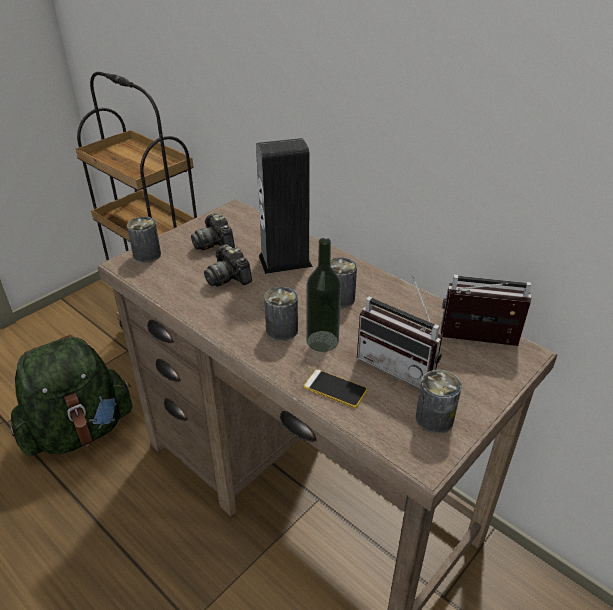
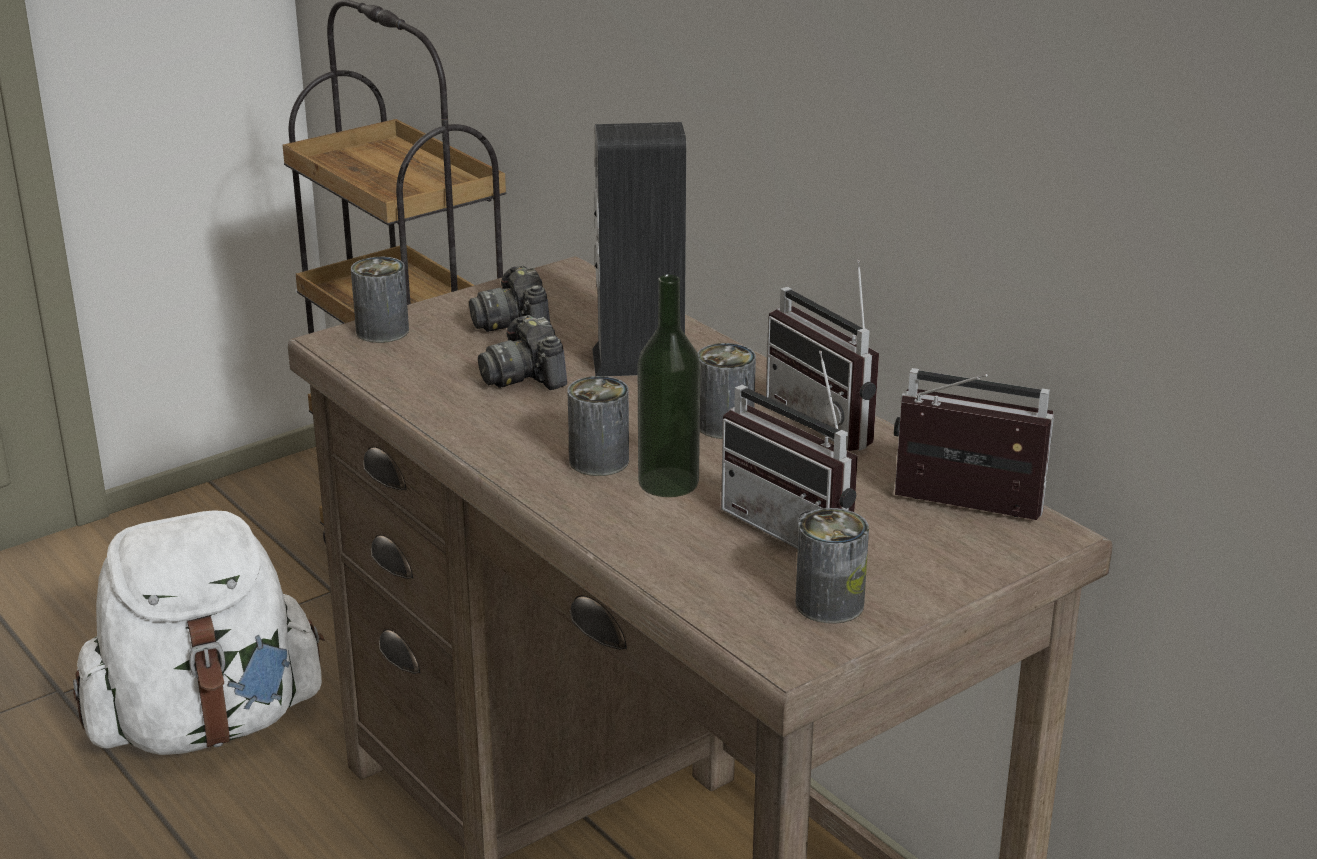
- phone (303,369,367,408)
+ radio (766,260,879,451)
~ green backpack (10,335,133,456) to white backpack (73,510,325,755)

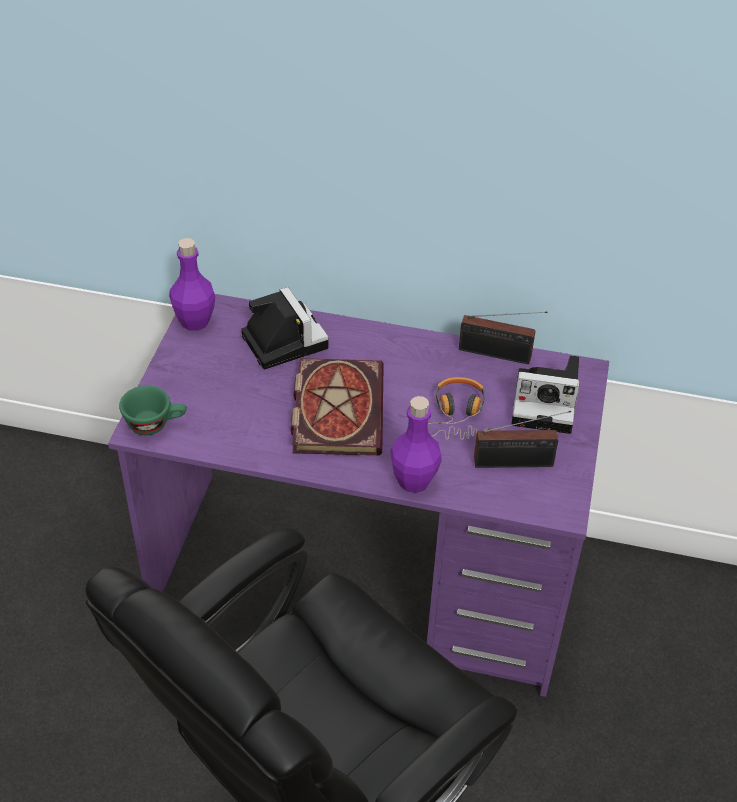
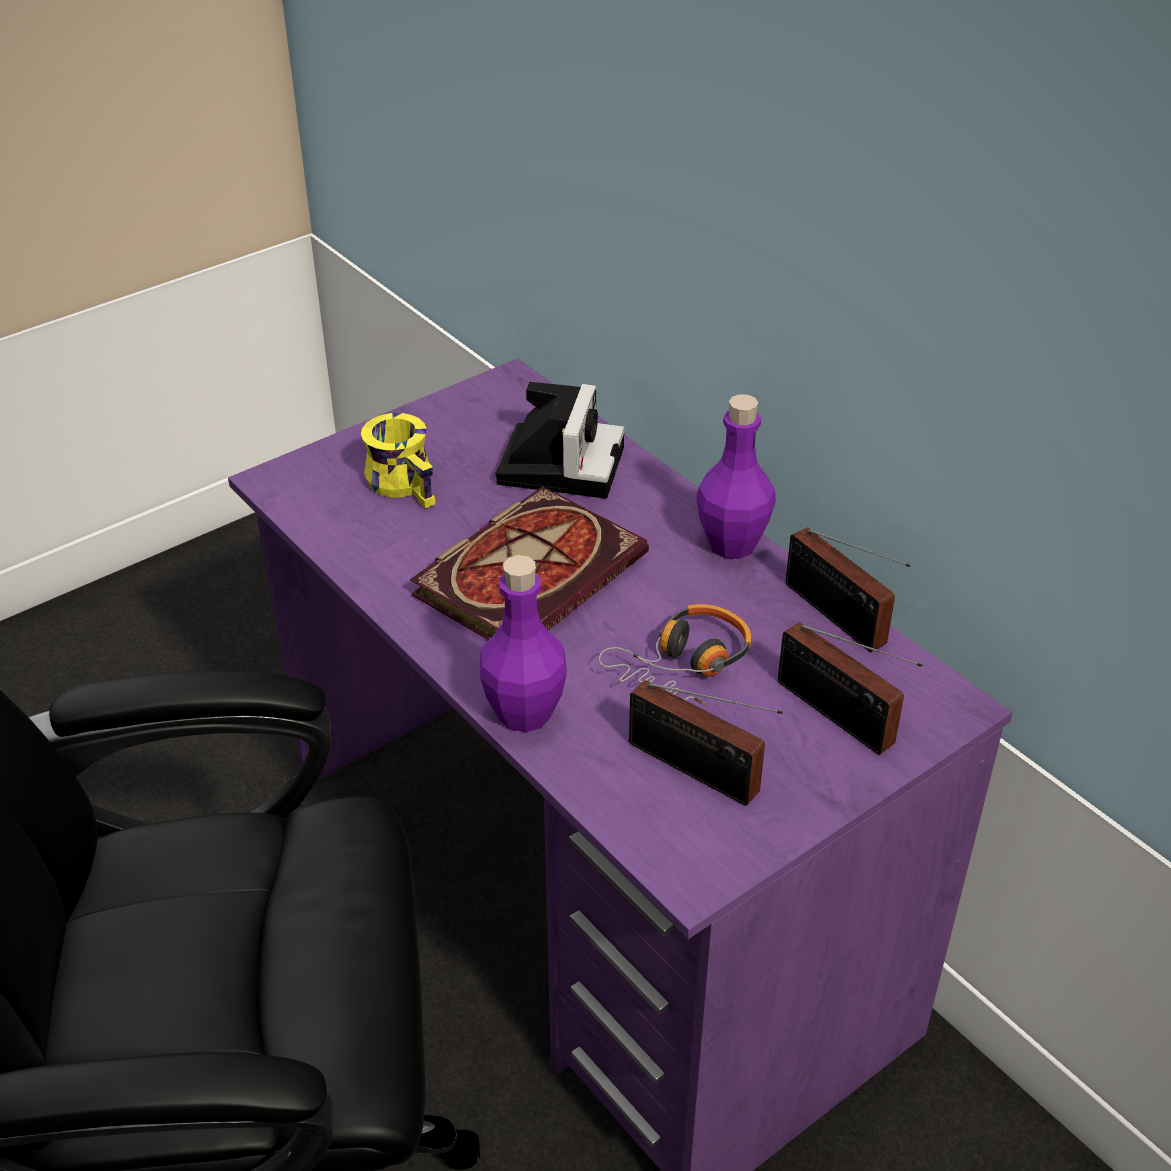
- green cup (119,385,187,435)
+ yellow mug (361,413,435,508)
~ purple bottle (169,238,215,331) to (696,394,776,559)
~ photo camera (512,355,580,434) to radio (778,622,923,754)

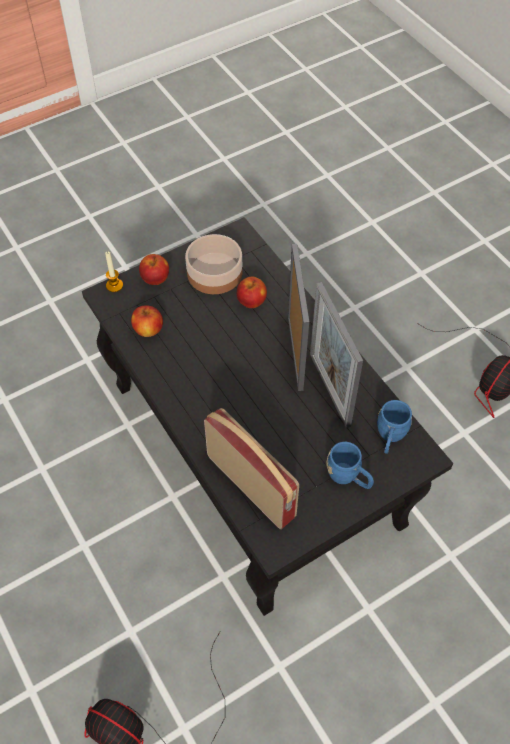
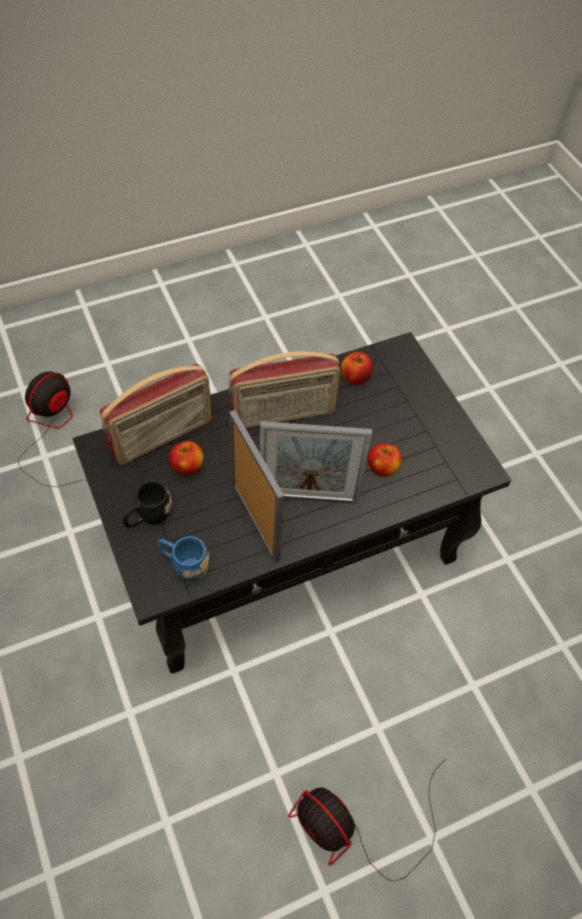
- candle (105,252,123,292)
- bowl (185,234,242,294)
+ radio (229,351,340,428)
~ apple (139,254,169,285) to (169,441,203,475)
~ blue mug (326,442,374,489) to black mug (122,480,171,528)
~ picture frame (310,282,363,428) = (229,410,284,563) 75 degrees clockwise

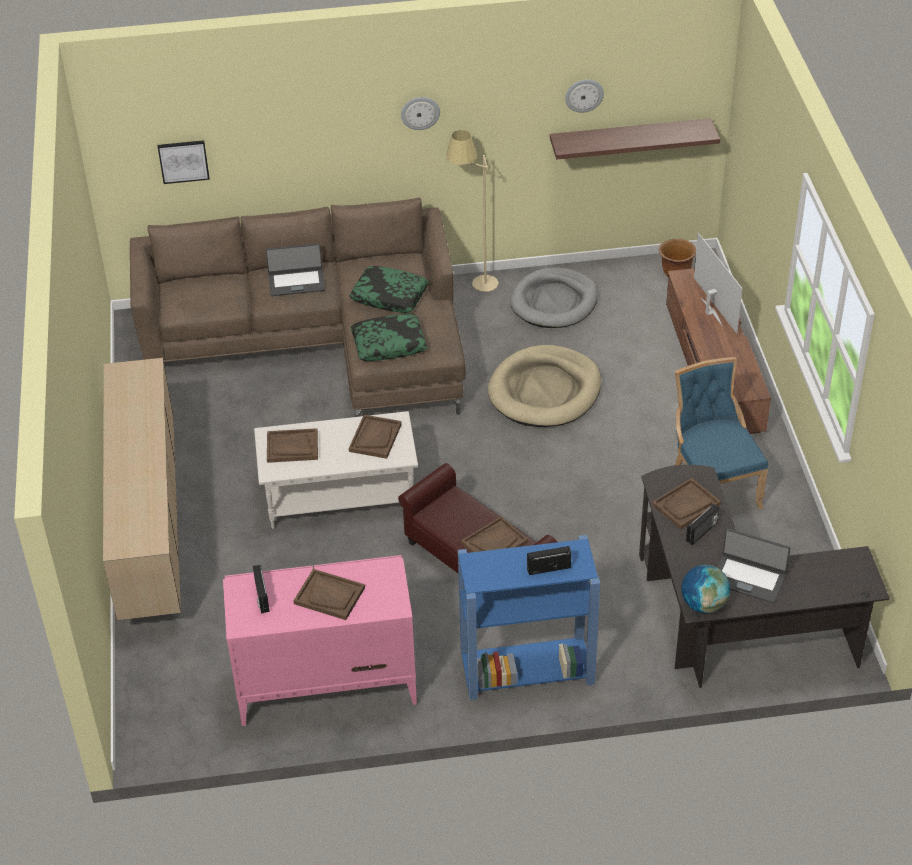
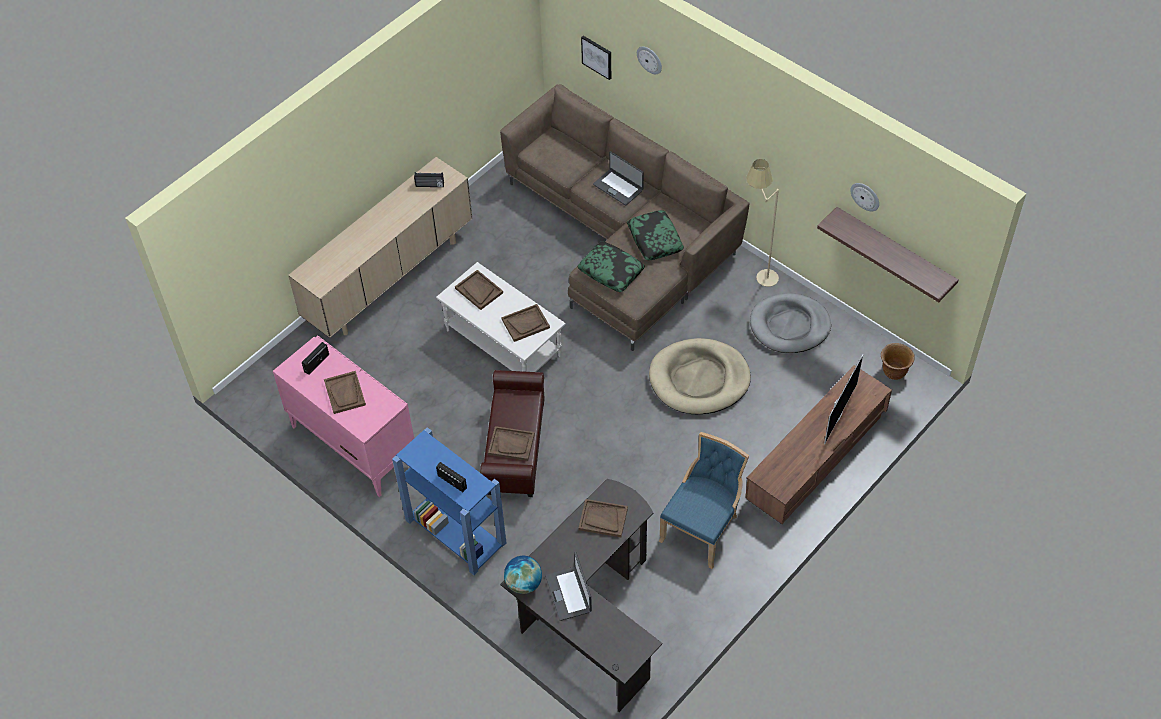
~ wall clock (401,97,440,130) to (637,46,662,74)
~ radio (686,504,719,545) to (414,172,444,187)

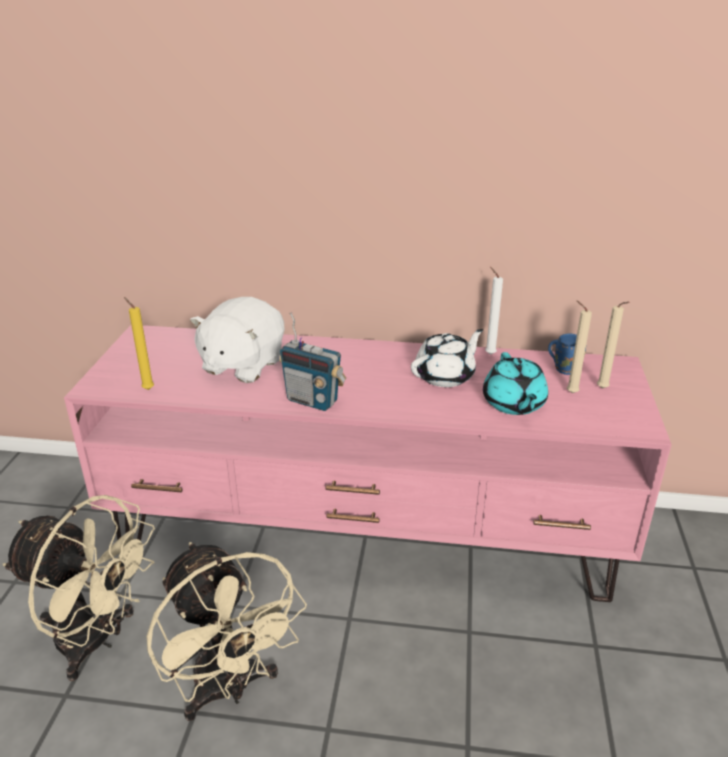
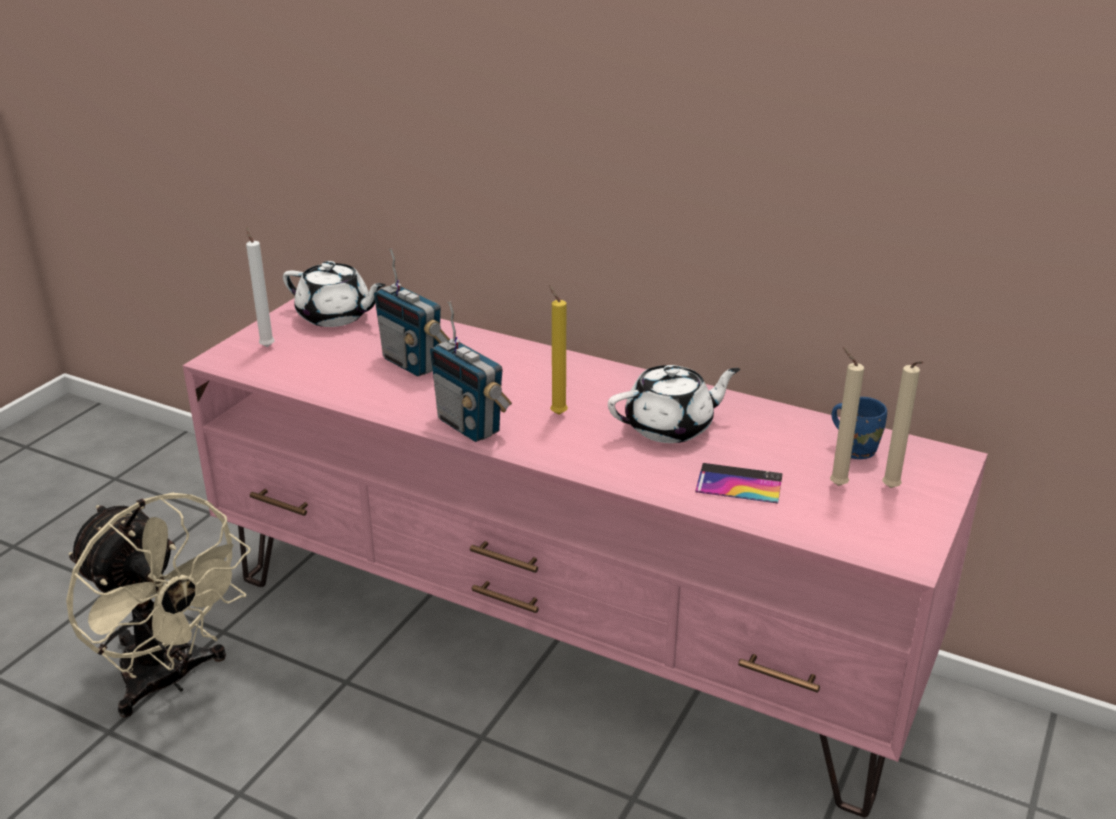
- beige fan (147,542,307,721)
+ white teapot (283,261,386,327)
~ yellow candle (124,297,154,390) to (549,285,568,415)
~ white candle (485,267,503,355) to (246,226,275,347)
~ white plush toy (190,297,284,383) to radio (374,248,450,377)
~ turquoise teapot (483,352,548,415) to phone (695,463,783,504)

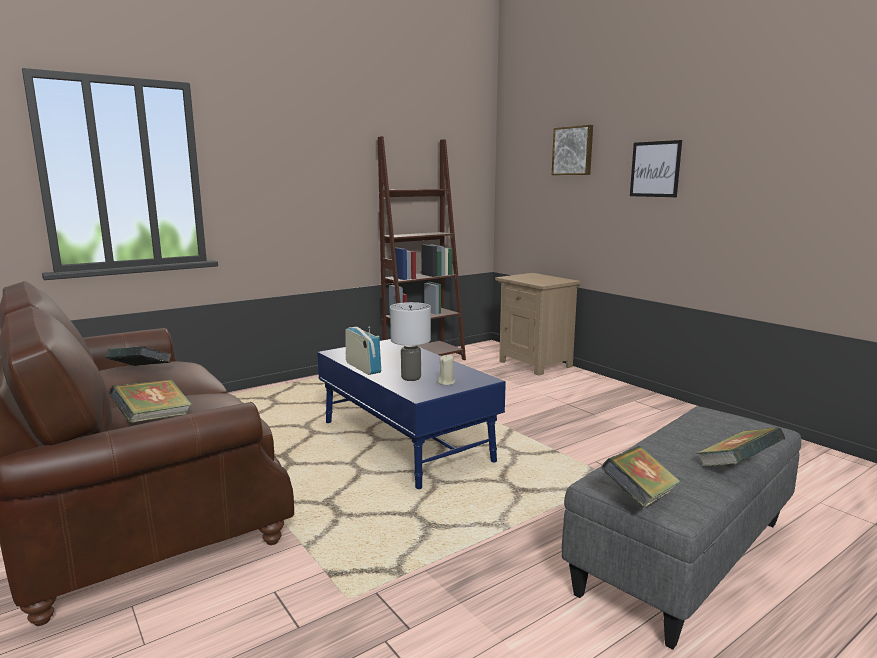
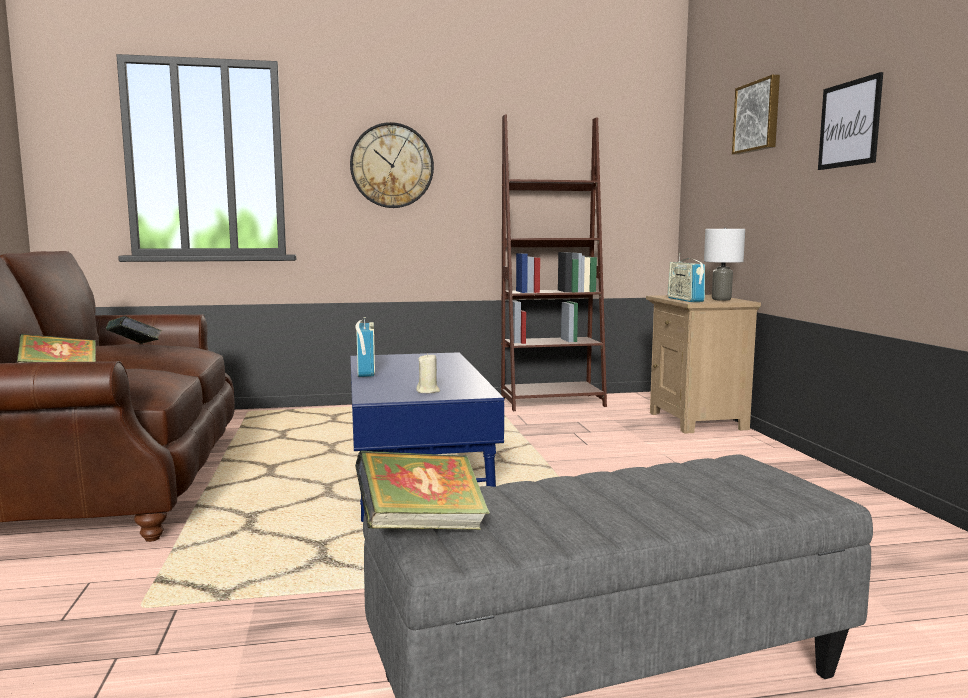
- book (696,427,785,467)
+ wall clock (350,122,434,208)
+ radio (667,253,705,302)
~ white table lamp (390,302,431,381) to (704,227,745,301)

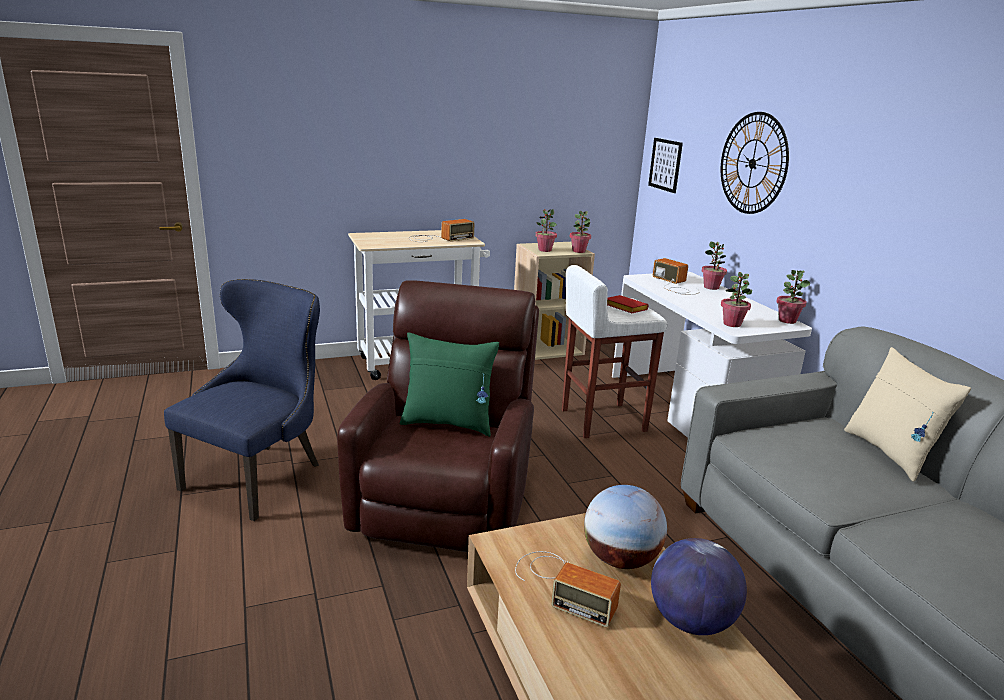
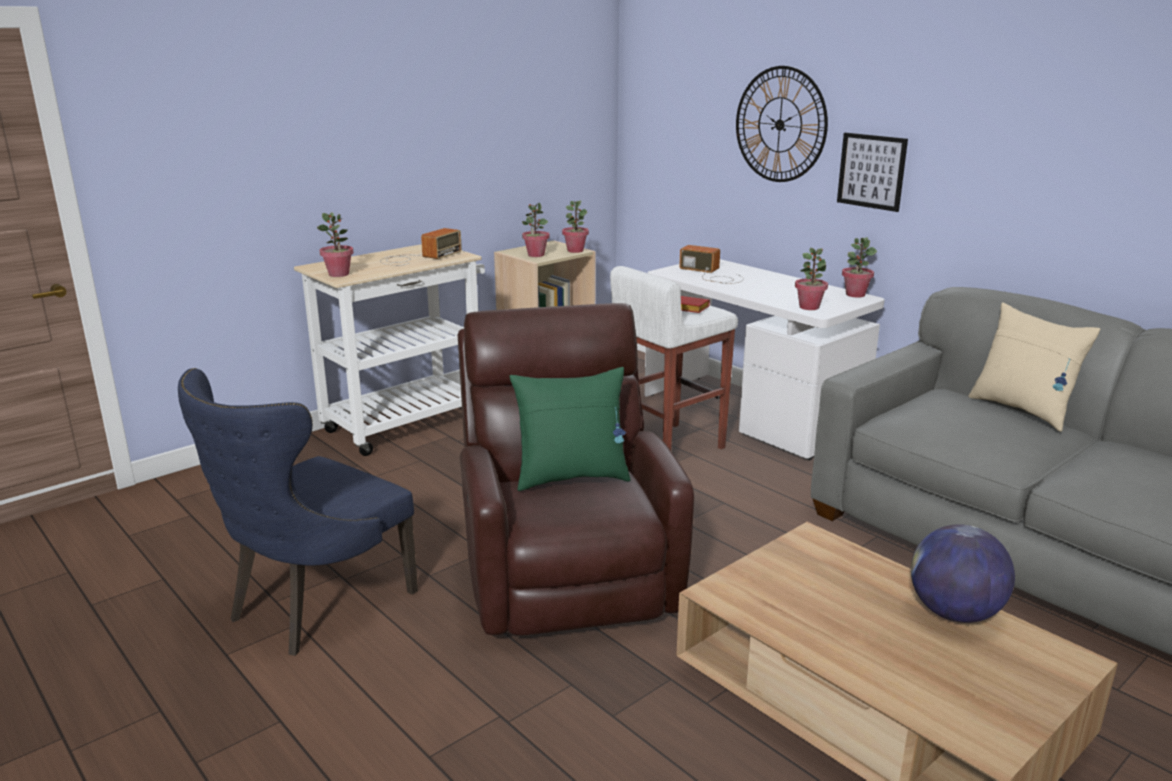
- radio (515,551,621,627)
- globe (584,485,667,569)
~ picture (648,138,683,193) to (837,132,908,212)
~ potted plant (702,242,727,290) to (317,212,354,277)
~ blue chair (164,279,320,521) = (178,368,418,656) 150 degrees counterclockwise

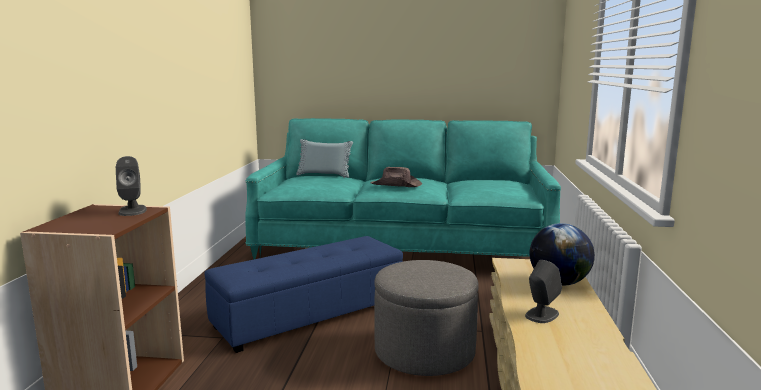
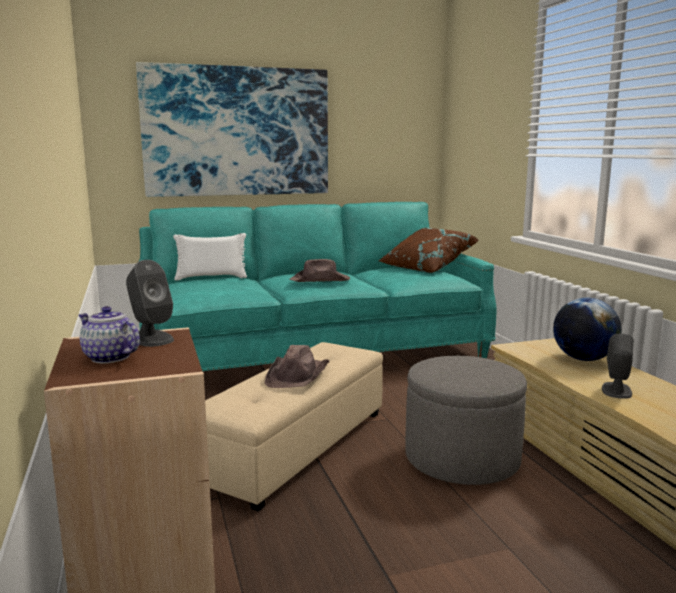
+ teapot (79,306,140,364)
+ picture (136,62,328,197)
+ brown hat (264,345,329,388)
+ brown pillow (379,228,478,273)
~ blue ottoman (205,236,403,353) to beige ottoman (205,342,383,512)
~ blue pillow (296,139,353,178) to white pillow (173,233,247,281)

